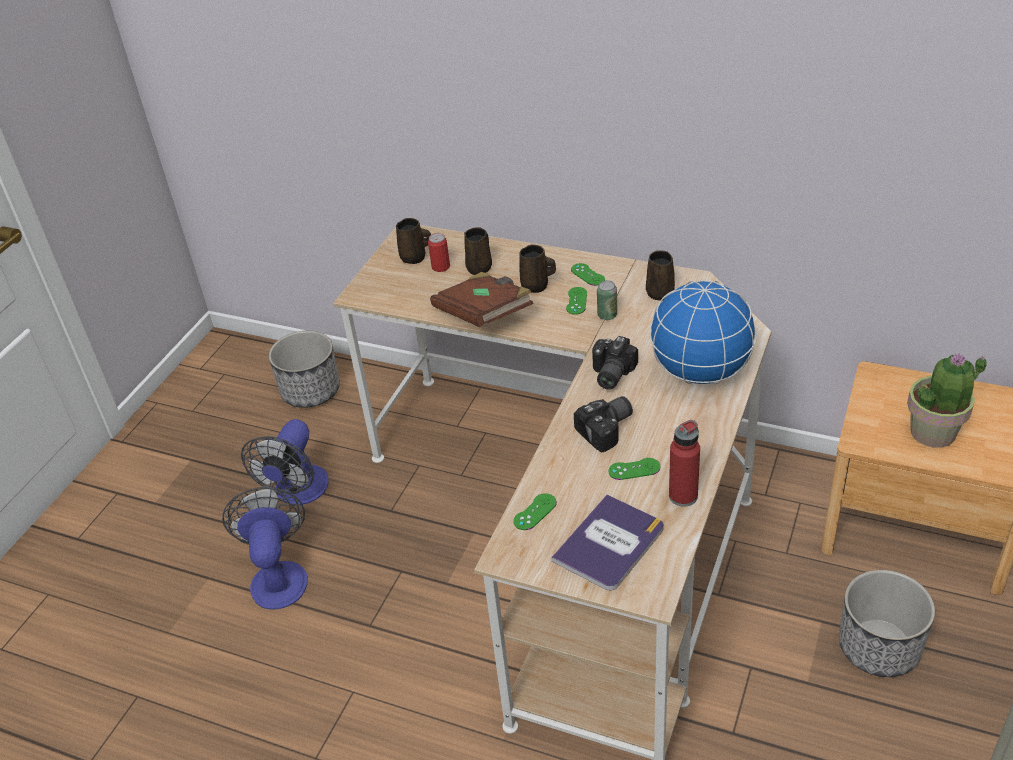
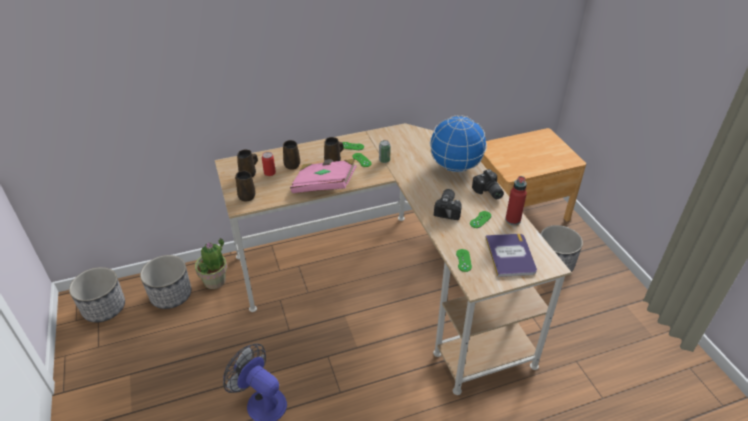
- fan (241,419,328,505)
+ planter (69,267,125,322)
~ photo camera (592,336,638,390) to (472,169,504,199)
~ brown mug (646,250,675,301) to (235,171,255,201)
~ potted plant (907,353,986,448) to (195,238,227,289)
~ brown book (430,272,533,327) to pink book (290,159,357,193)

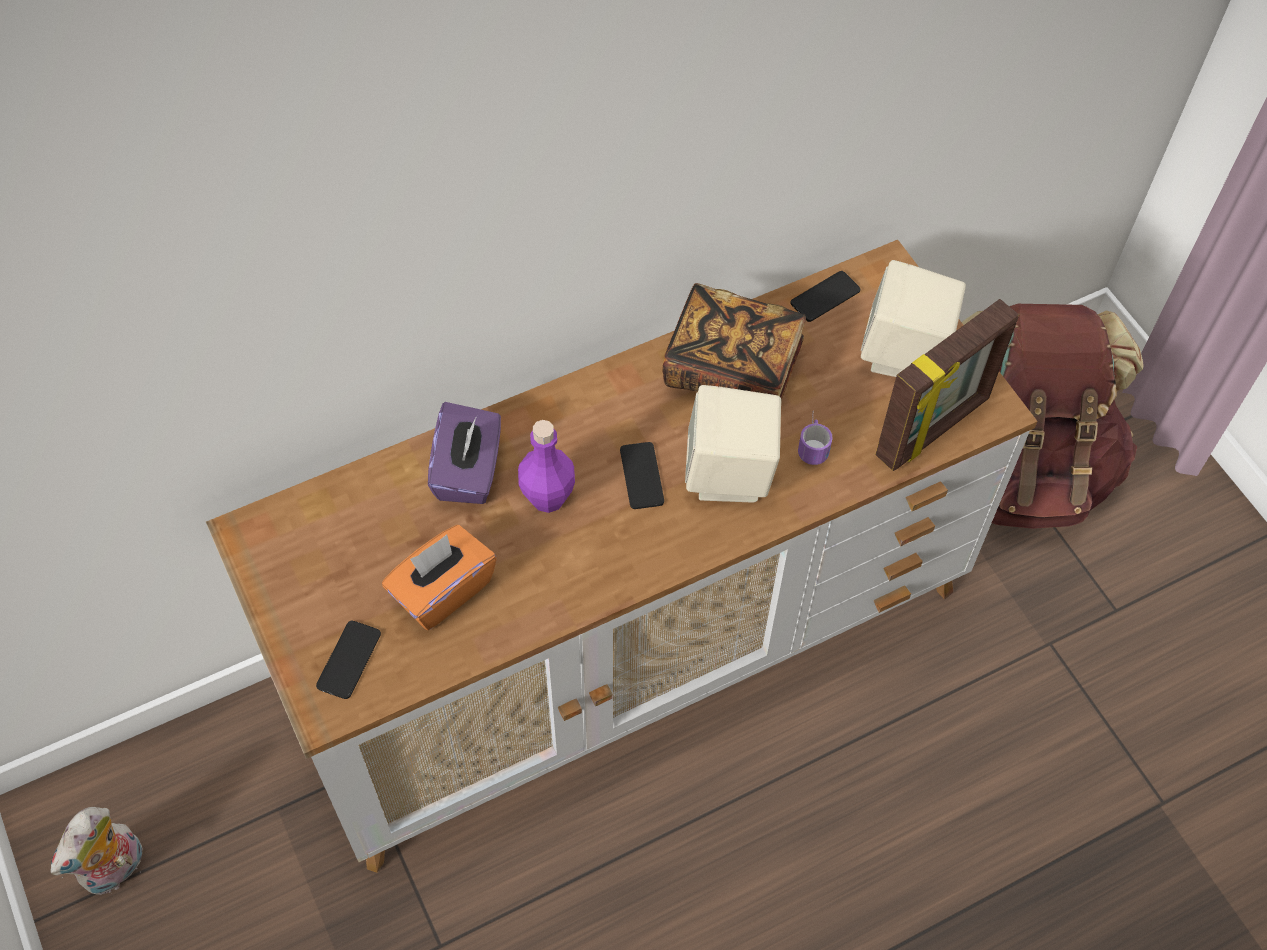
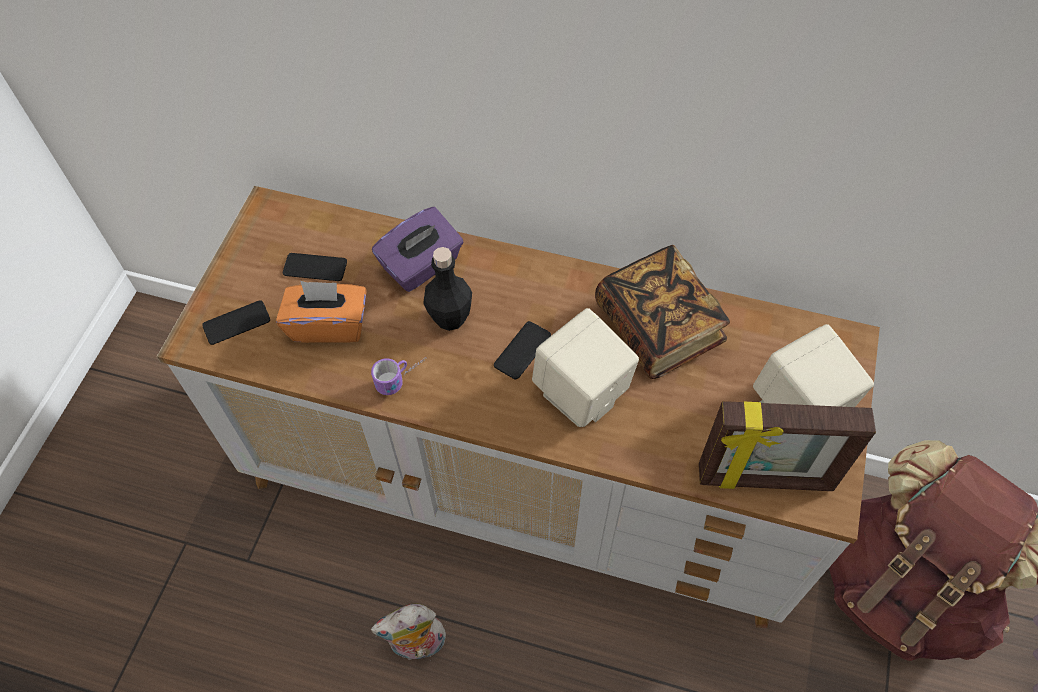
~ plush toy (51,807,143,895) to (371,604,446,661)
~ phone (790,271,860,322) to (283,253,347,281)
~ mug (798,410,833,465) to (371,357,426,395)
~ purple bottle (518,420,575,513) to black bottle (423,247,472,331)

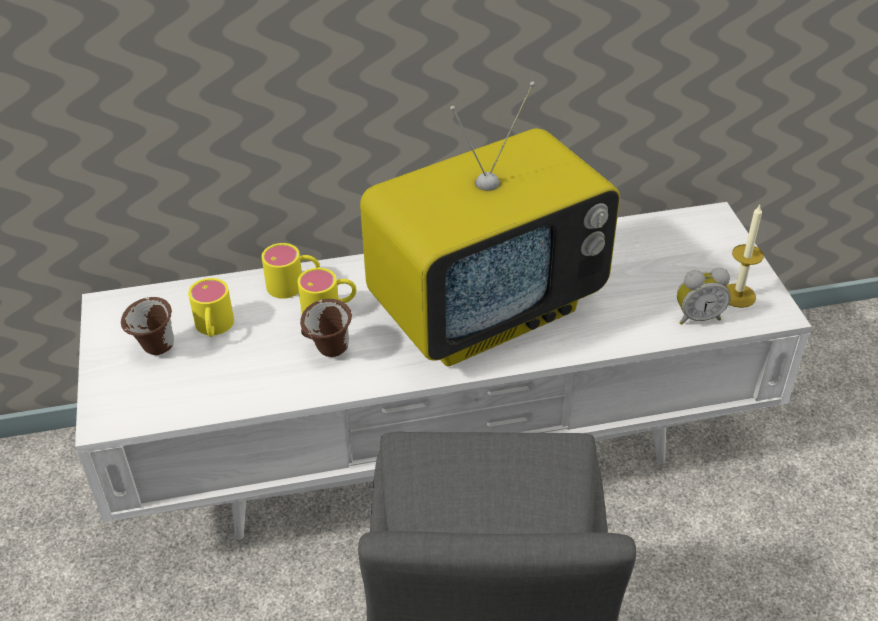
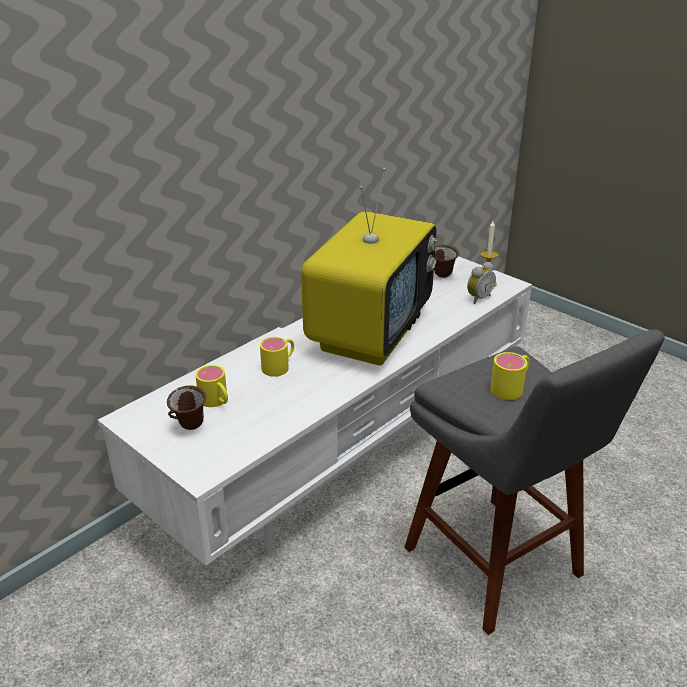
~ yellow mug (262,243,320,299) to (490,352,529,400)
~ brown mug (300,299,352,357) to (434,245,459,278)

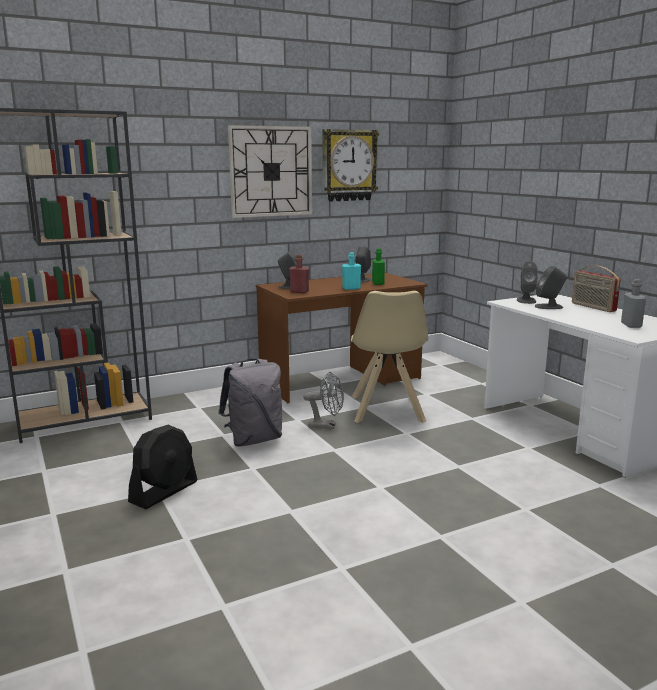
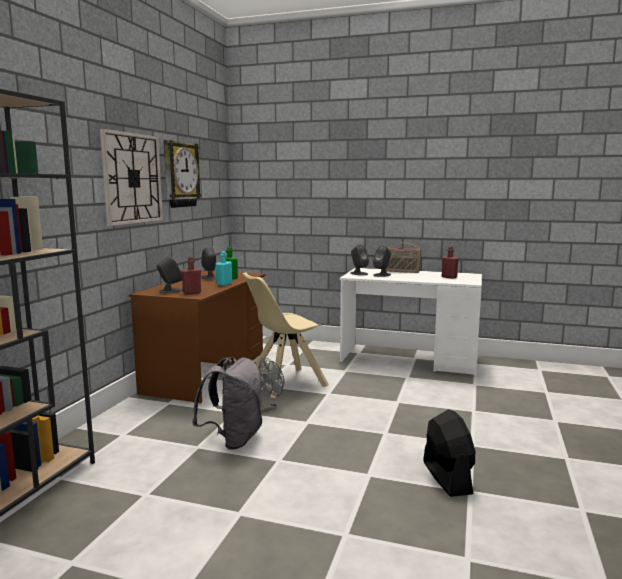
~ black fan (128,425,198,509) to (423,409,475,497)
~ grey bottle (621,279,646,328) to red bottle (442,246,459,279)
~ beige chair (351,291,428,423) = (243,272,329,398) 105 degrees clockwise

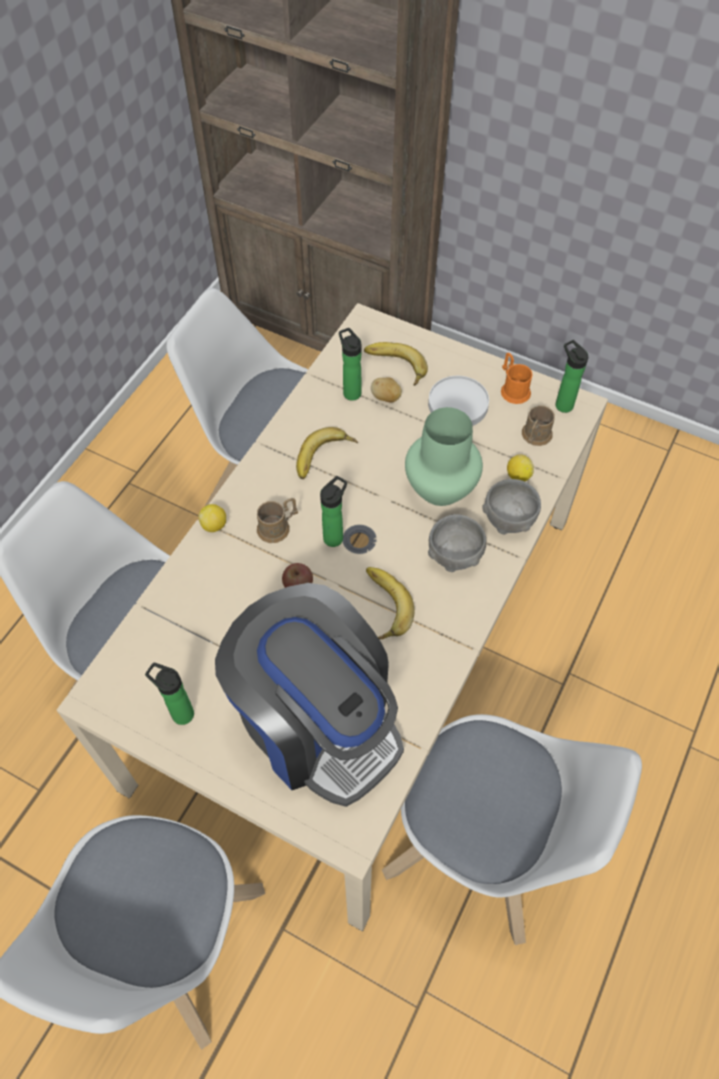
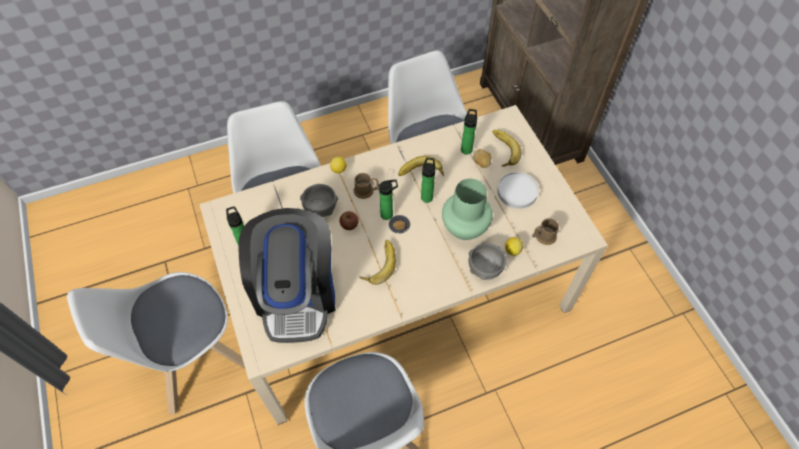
- orange mug (501,353,533,404)
~ grey bowl (428,514,487,572) to (300,184,338,217)
~ bottle (555,340,588,413) to (421,158,435,203)

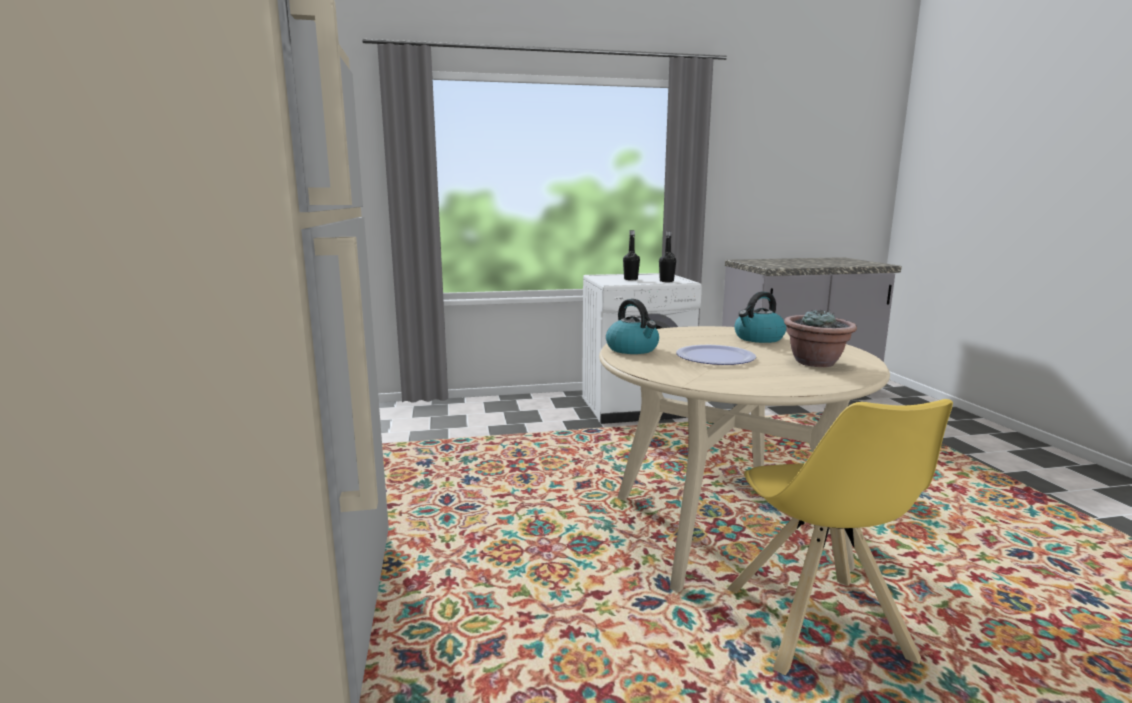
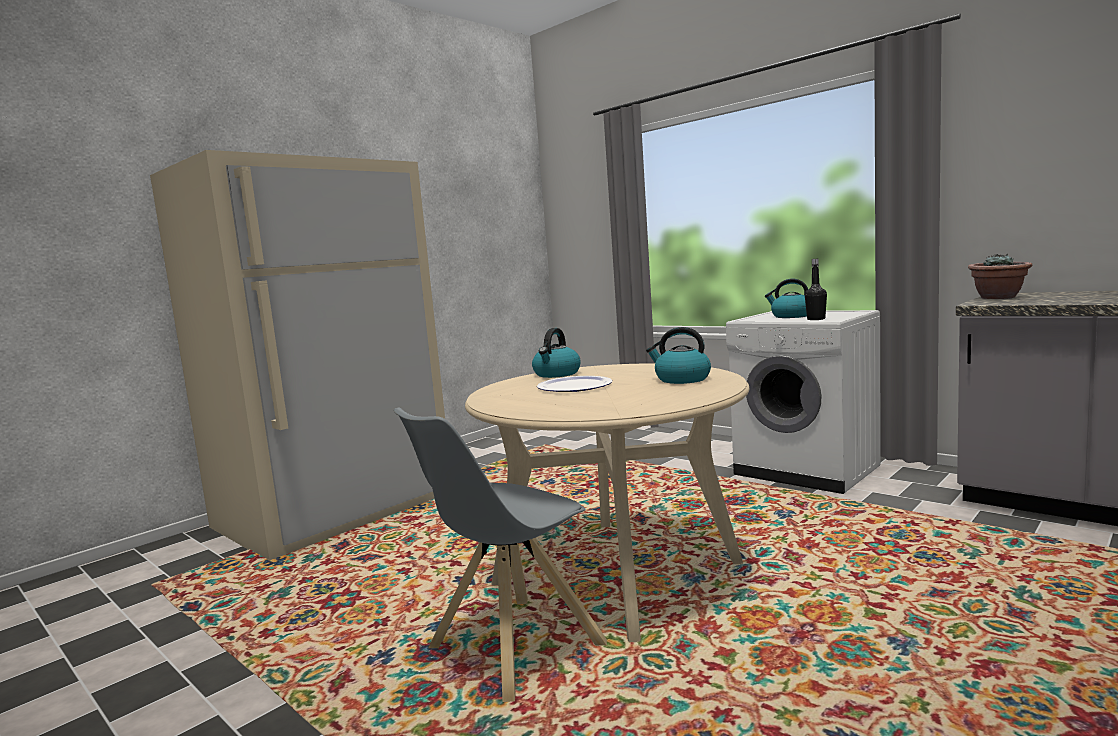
~ potted plant (784,309,857,367) to (968,254,1032,299)
~ black bottle (623,230,640,280) to kettle (765,279,808,318)
~ yellow chair (727,399,953,675) to grey chair (394,408,607,702)

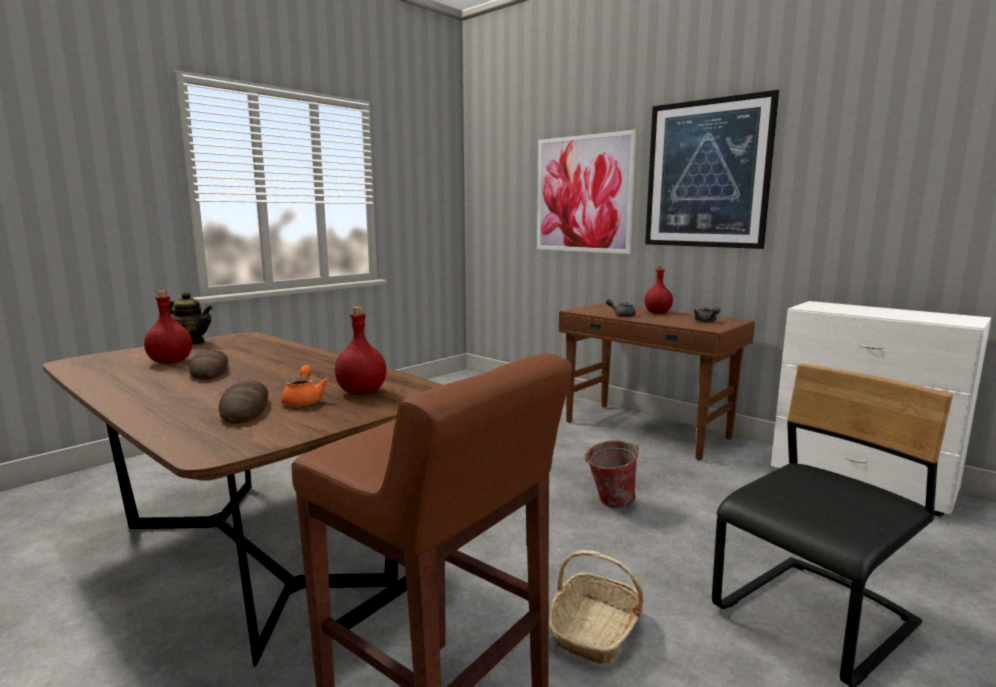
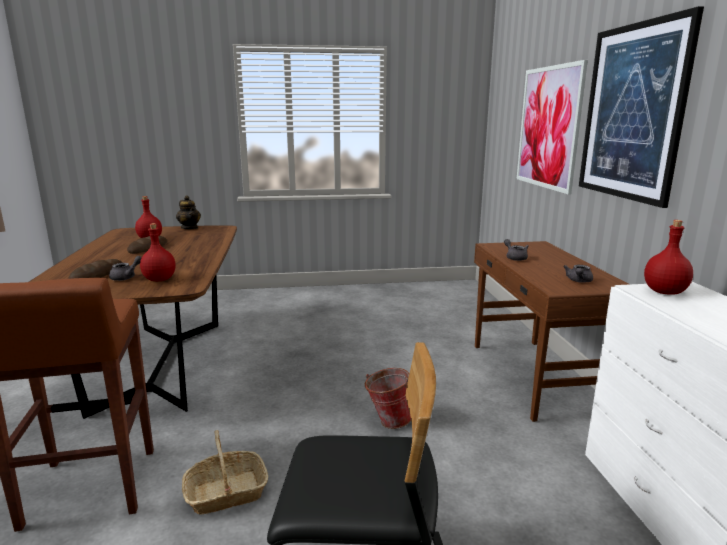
~ red bottle (644,266,673,314) to (644,220,693,295)
~ orange teapot (281,365,329,407) to grey teapot (109,256,142,281)

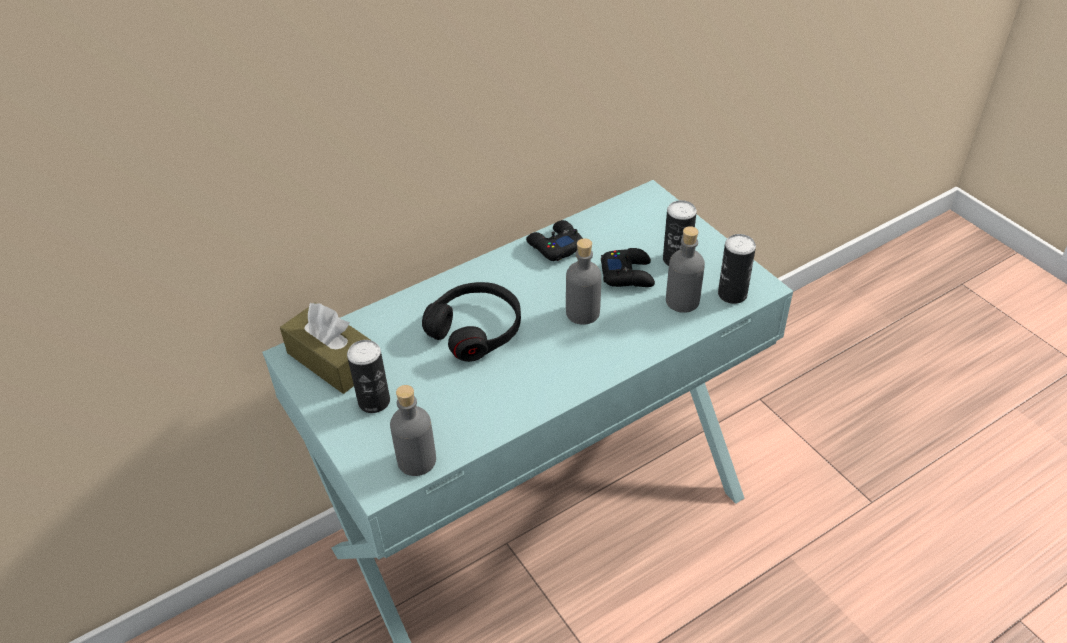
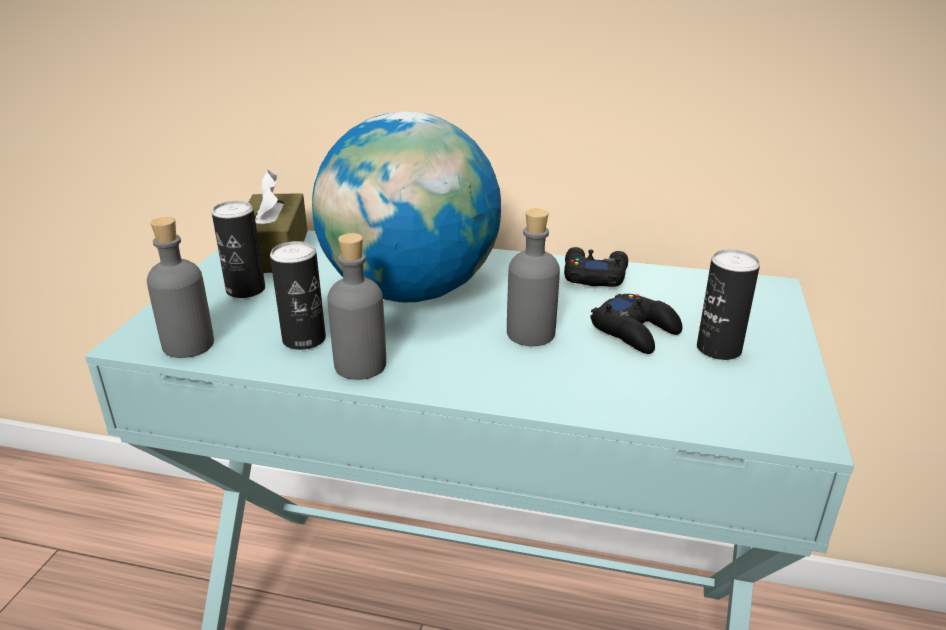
~ grey bottle (666,226,705,313) to (327,233,386,380)
~ can (718,234,756,304) to (270,241,326,350)
~ black headphones (422,282,521,362) to globe (312,111,501,302)

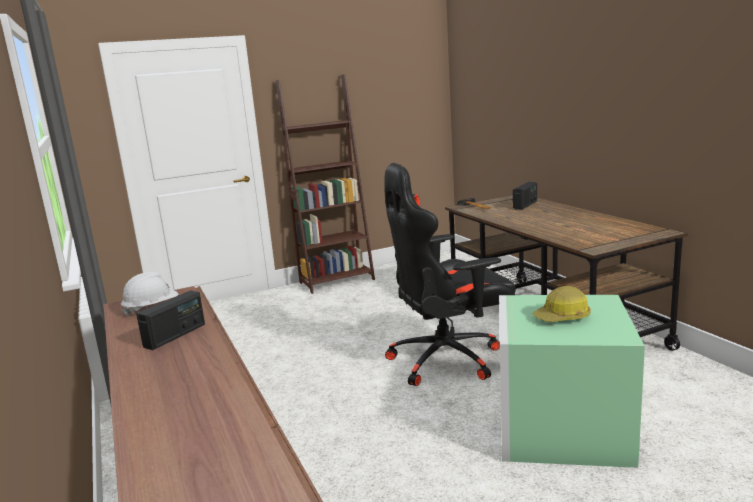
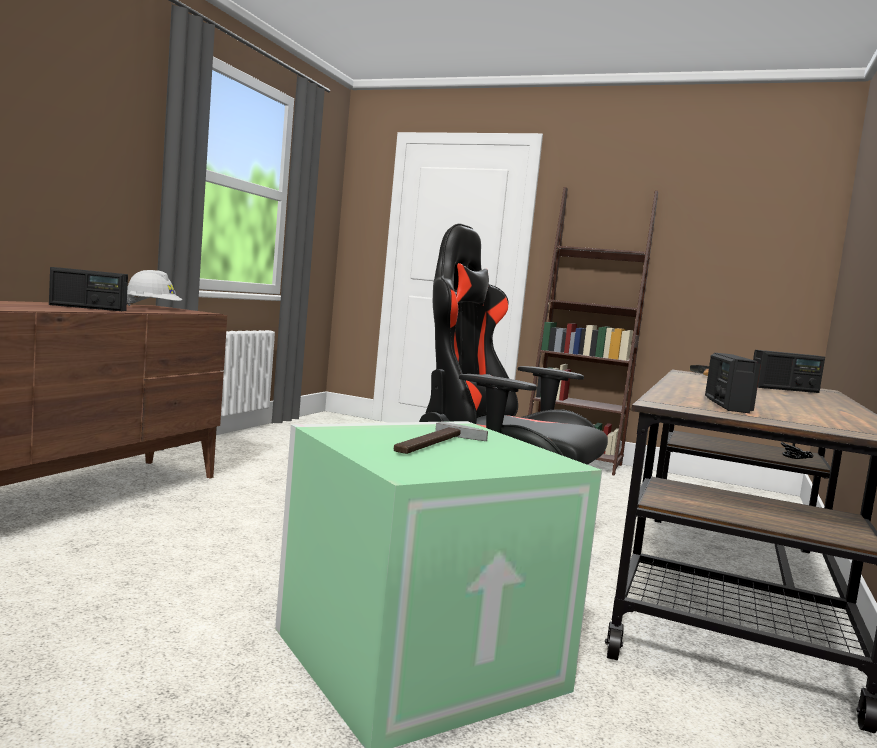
+ radio (705,353,761,413)
~ hard hat (533,286,591,322) to hammer (394,421,488,454)

